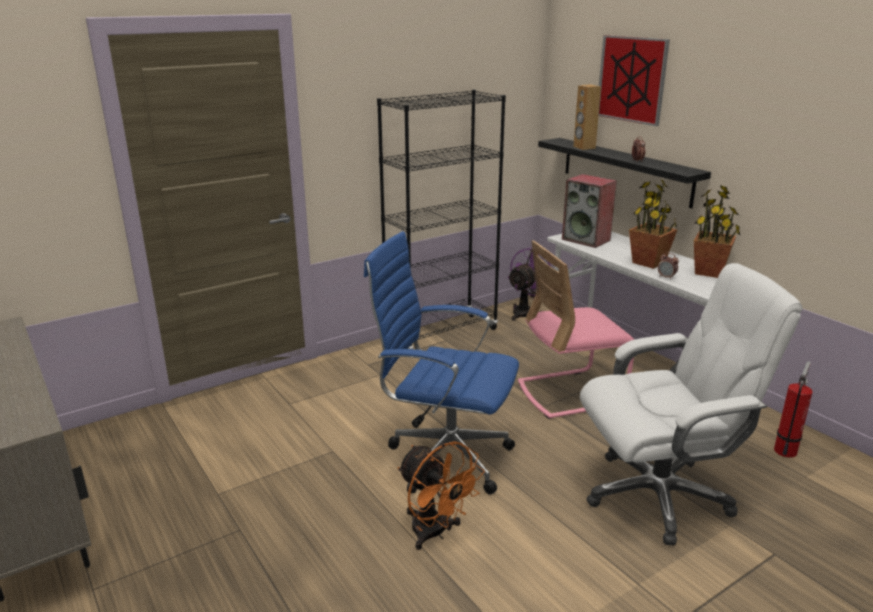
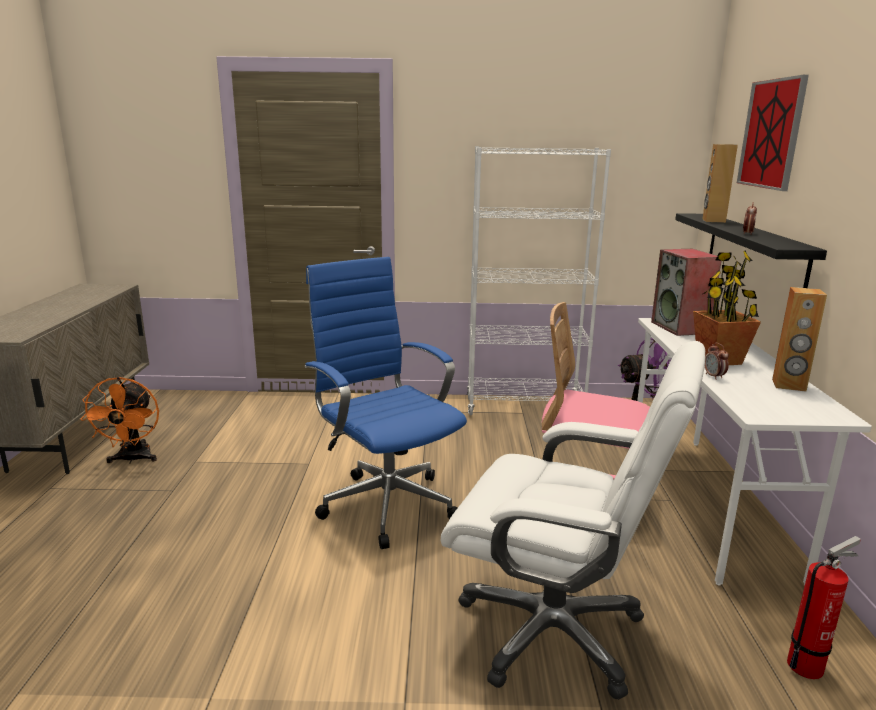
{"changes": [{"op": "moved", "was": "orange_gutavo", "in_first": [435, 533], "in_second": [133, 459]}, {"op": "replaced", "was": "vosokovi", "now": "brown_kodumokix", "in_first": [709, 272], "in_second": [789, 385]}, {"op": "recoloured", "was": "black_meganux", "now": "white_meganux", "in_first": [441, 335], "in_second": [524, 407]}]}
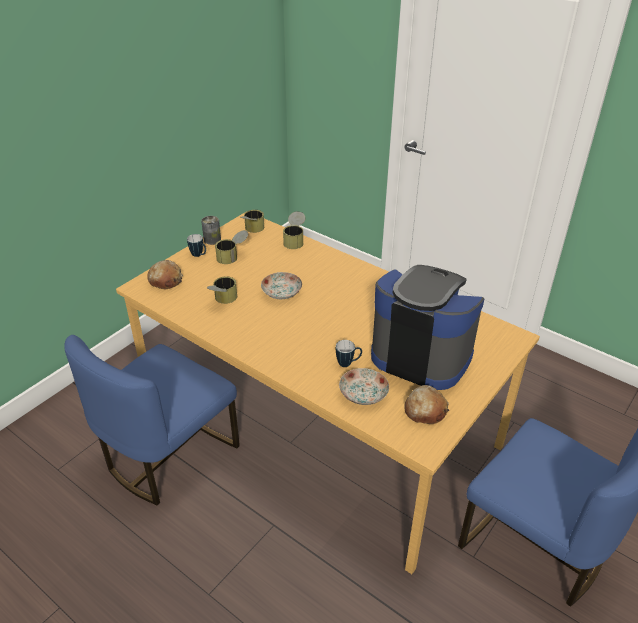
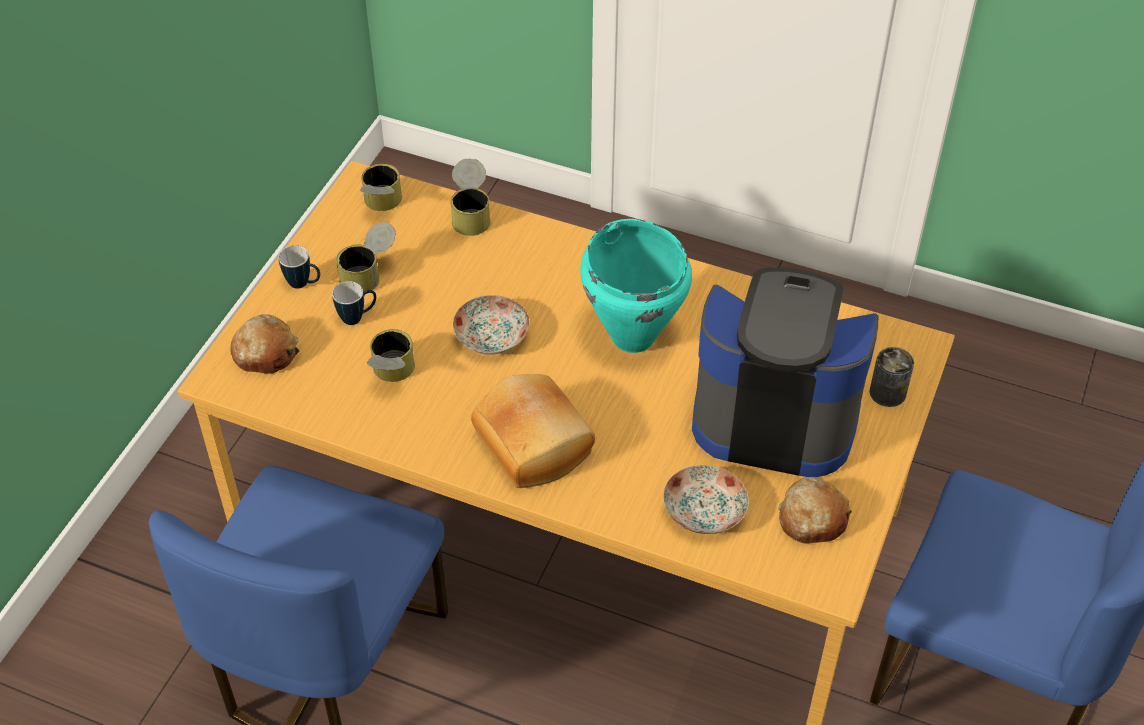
{"changes": [{"op": "added", "now": "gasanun", "in_second": [535, 443]}, {"op": "added", "now": "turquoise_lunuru", "in_second": [633, 336]}, {"op": "moved", "was": "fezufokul", "in_first": [212, 240], "in_second": [887, 392]}, {"op": "moved", "was": "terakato", "in_first": [348, 363], "in_second": [357, 317]}]}
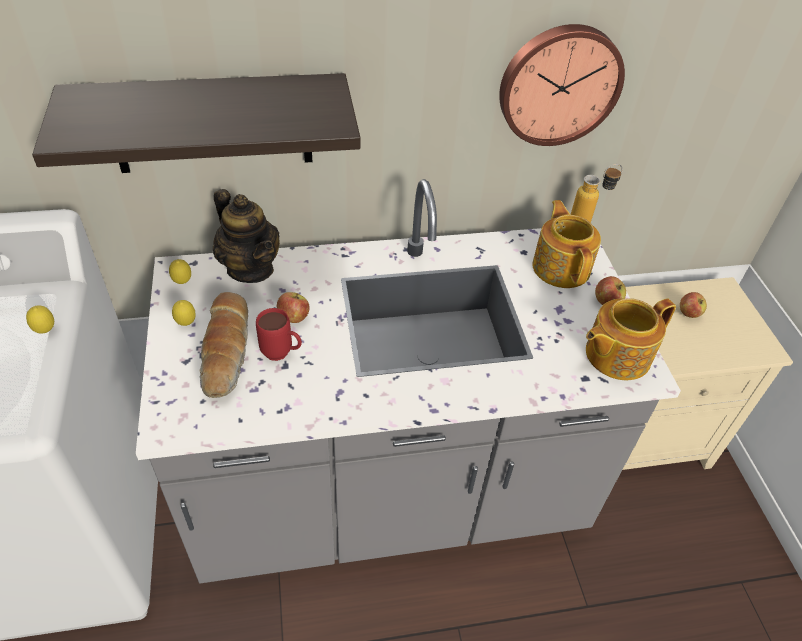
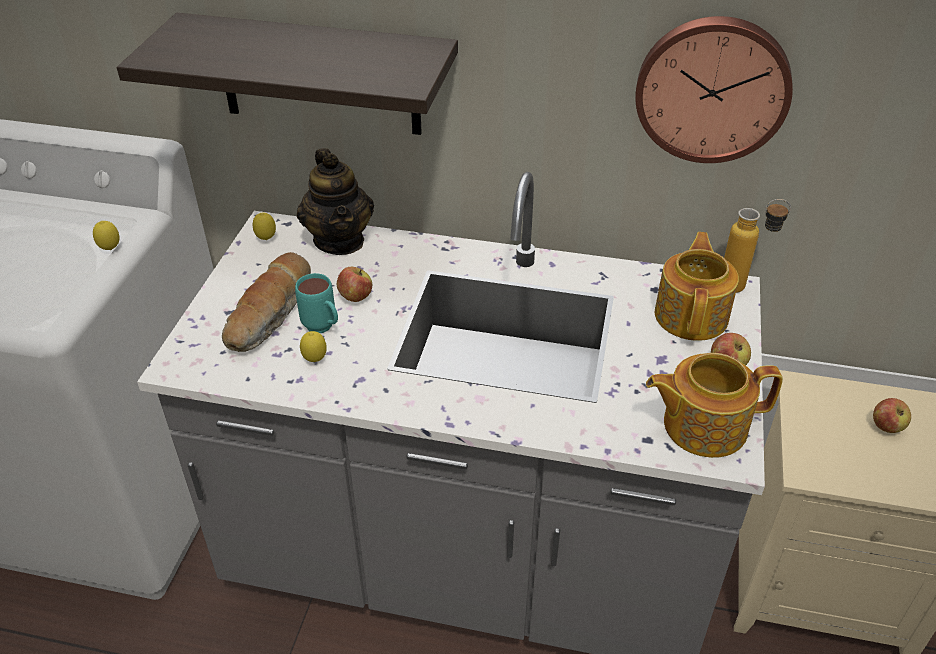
{"changes": [{"op": "moved", "was": "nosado", "in_first": [186, 324], "in_second": [315, 360]}, {"op": "recoloured", "was": "red_terakato", "now": "turquoise_terakato", "in_first": [282, 354], "in_second": [323, 329]}]}
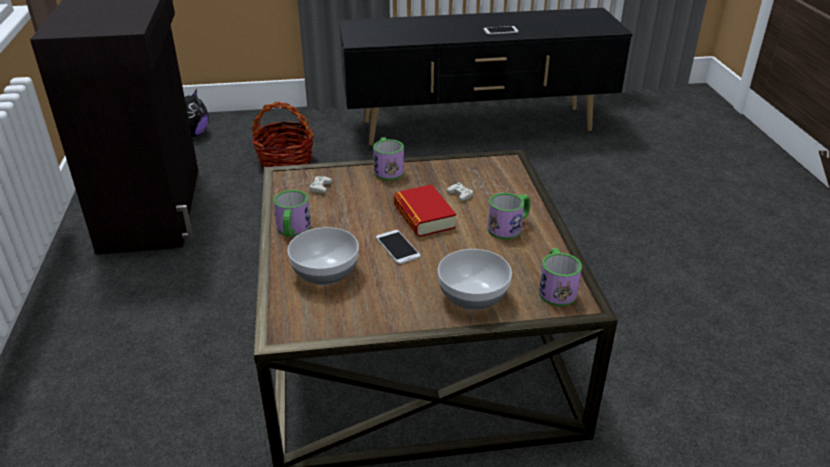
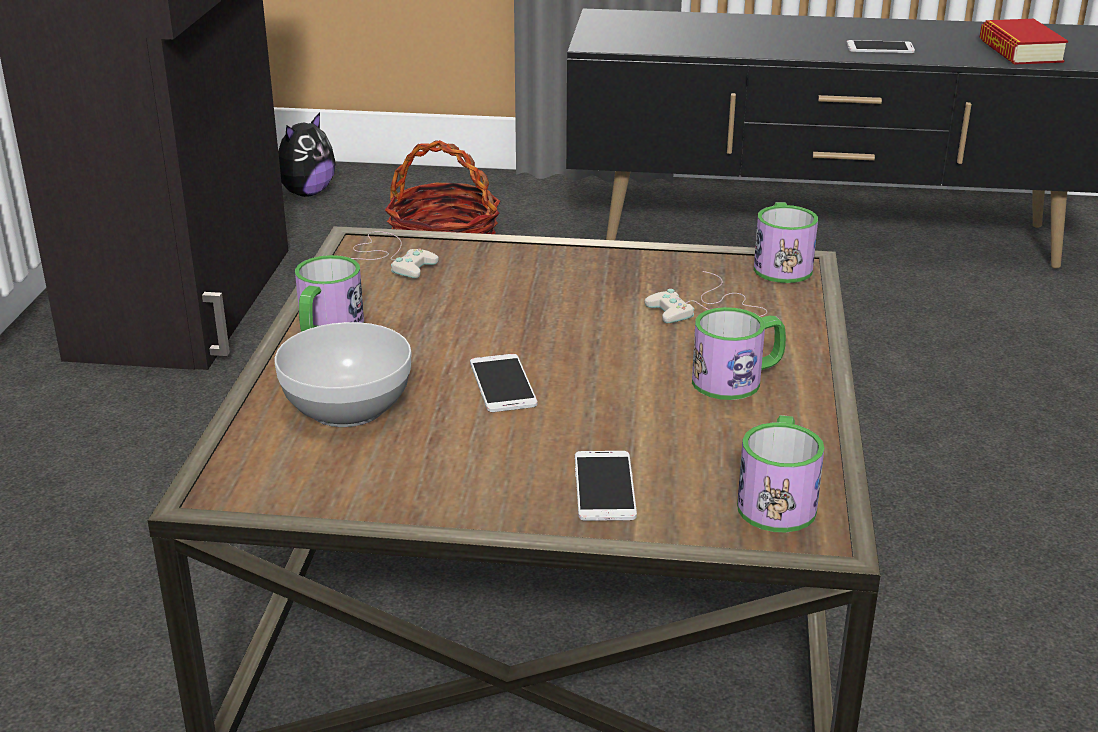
{"changes": [{"op": "moved", "was": "terakato", "in_first": [387, 169], "in_second": [781, 264]}, {"op": "moved", "was": "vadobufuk", "in_first": [424, 217], "in_second": [1020, 51]}, {"op": "replaced", "was": "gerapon", "now": "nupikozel", "in_first": [473, 296], "in_second": [604, 486]}]}
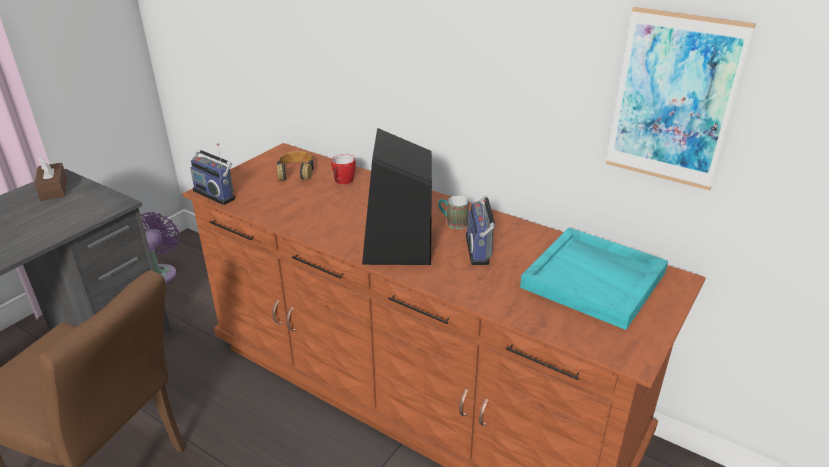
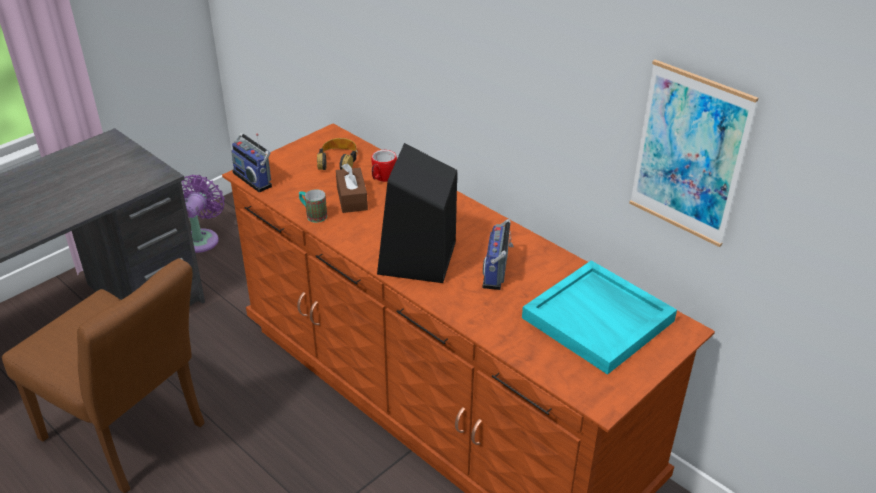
{"changes": [{"op": "moved", "was": "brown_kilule", "in_first": [54, 189], "in_second": [352, 198]}, {"op": "moved", "was": "terakato", "in_first": [452, 223], "in_second": [313, 215]}]}
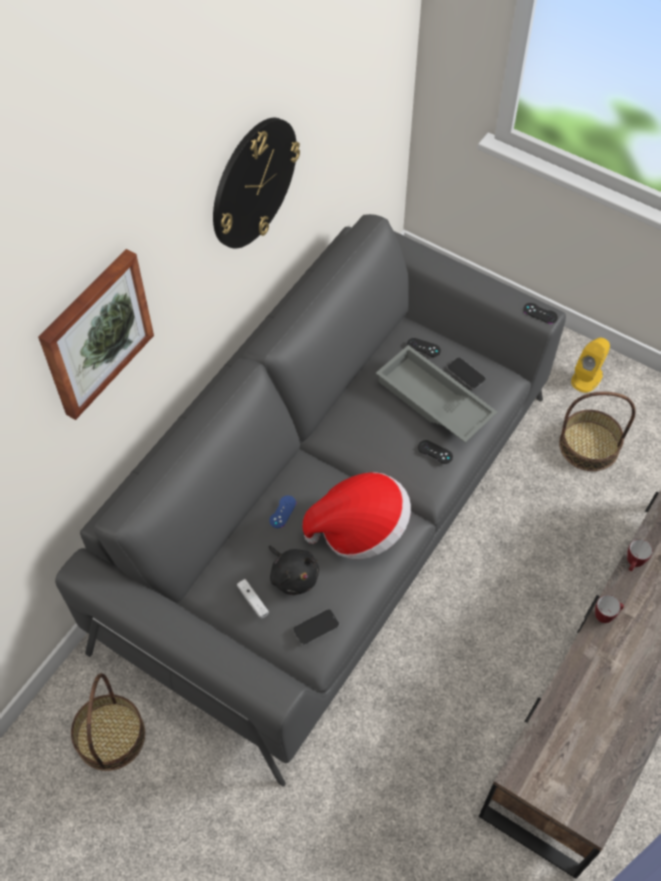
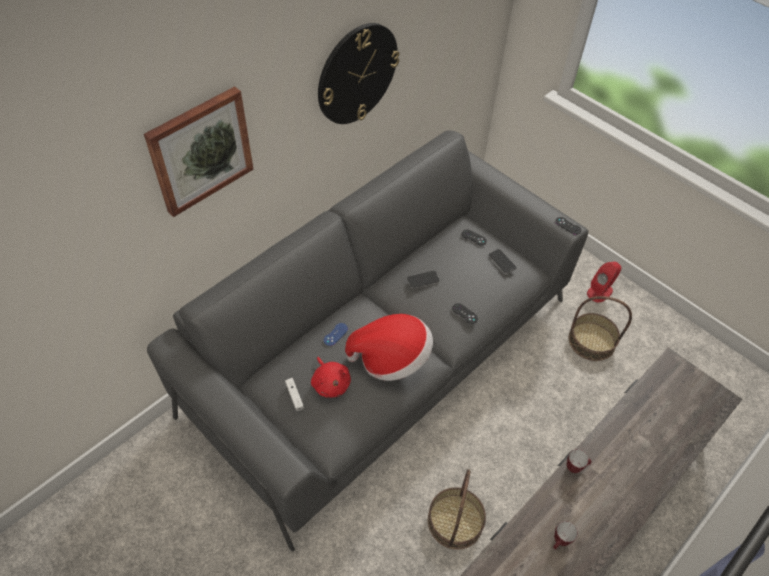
{"changes": [{"op": "removed", "was": "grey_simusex", "in_first": [432, 401]}, {"op": "moved", "was": "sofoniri", "in_first": [110, 736], "in_second": [455, 521]}, {"op": "moved", "was": "nupikozel", "in_first": [316, 627], "in_second": [423, 280]}, {"op": "moved", "was": "terakato", "in_first": [633, 564], "in_second": [559, 542]}, {"op": "recoloured", "was": "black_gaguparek", "now": "red_gaguparek", "in_first": [293, 575], "in_second": [330, 383]}, {"op": "recoloured", "was": "yellow_kodumokix", "now": "red_kodumokix", "in_first": [587, 377], "in_second": [600, 291]}]}
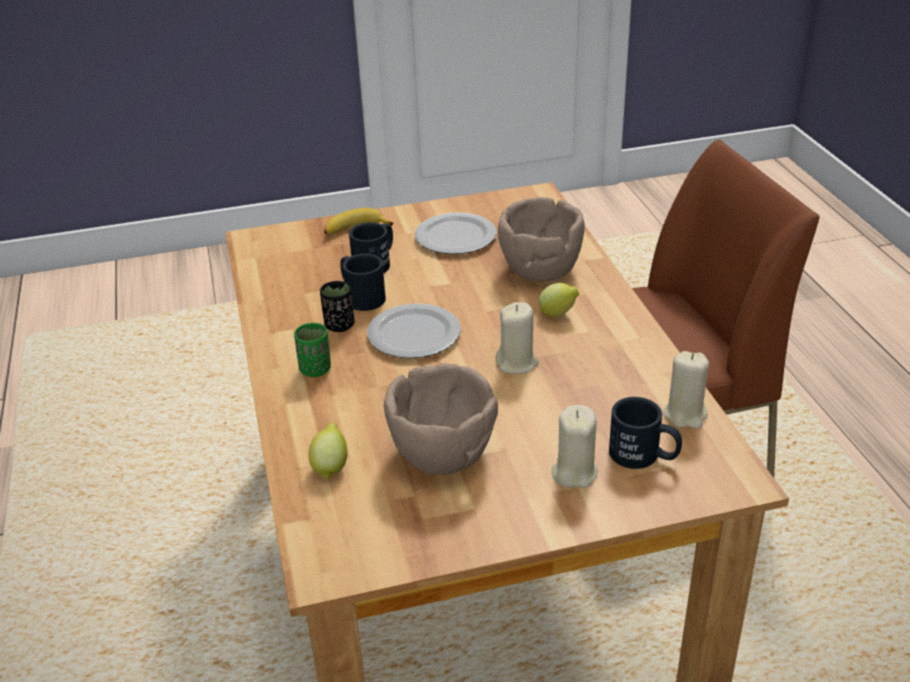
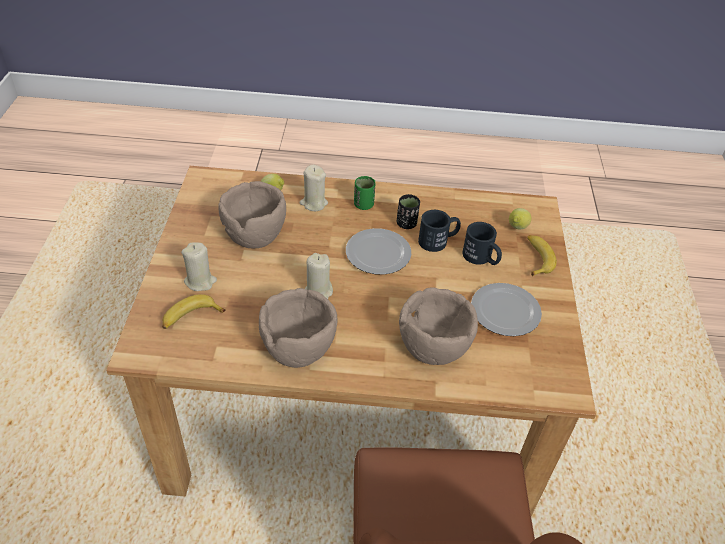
{"changes": [{"op": "added", "now": "brown_gerapon", "in_second": [299, 347]}, {"op": "moved", "was": "nosado", "in_first": [558, 314], "in_second": [516, 228]}, {"op": "moved", "was": "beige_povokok", "in_first": [685, 414], "in_second": [313, 203]}, {"op": "replaced", "was": "black_terakato", "now": "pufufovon", "in_first": [644, 456], "in_second": [190, 317]}]}
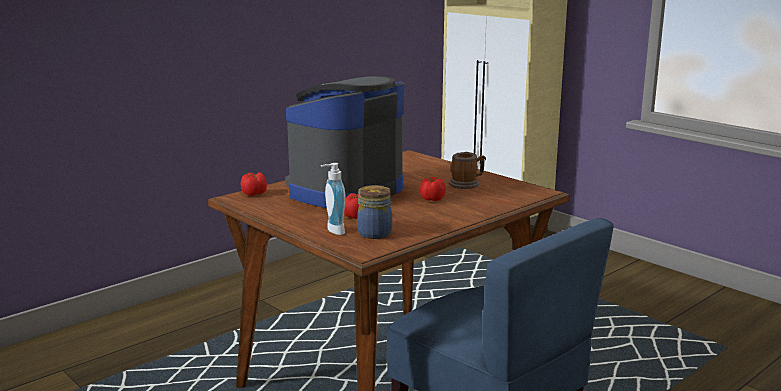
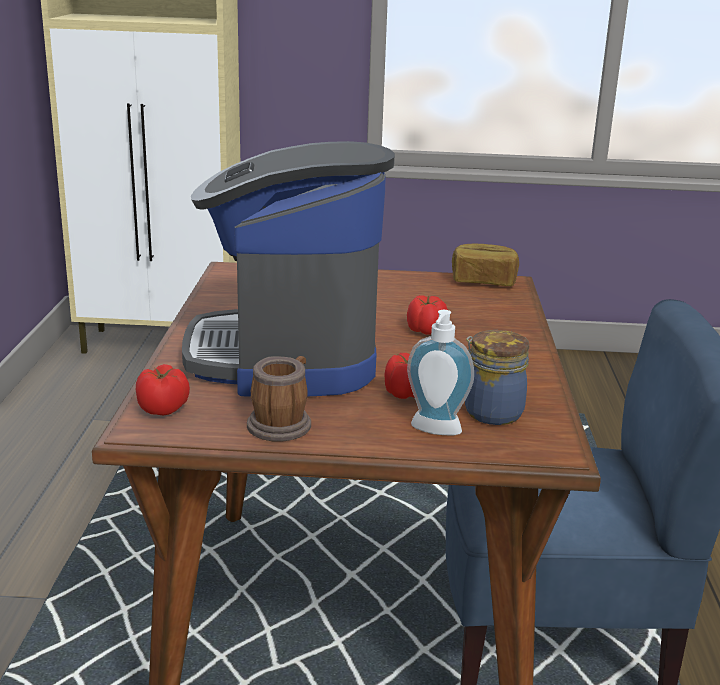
{"changes": [{"op": "added", "now": "gasanun", "in_second": [483, 281]}, {"op": "moved", "was": "terakato", "in_first": [467, 184], "in_second": [283, 423]}]}
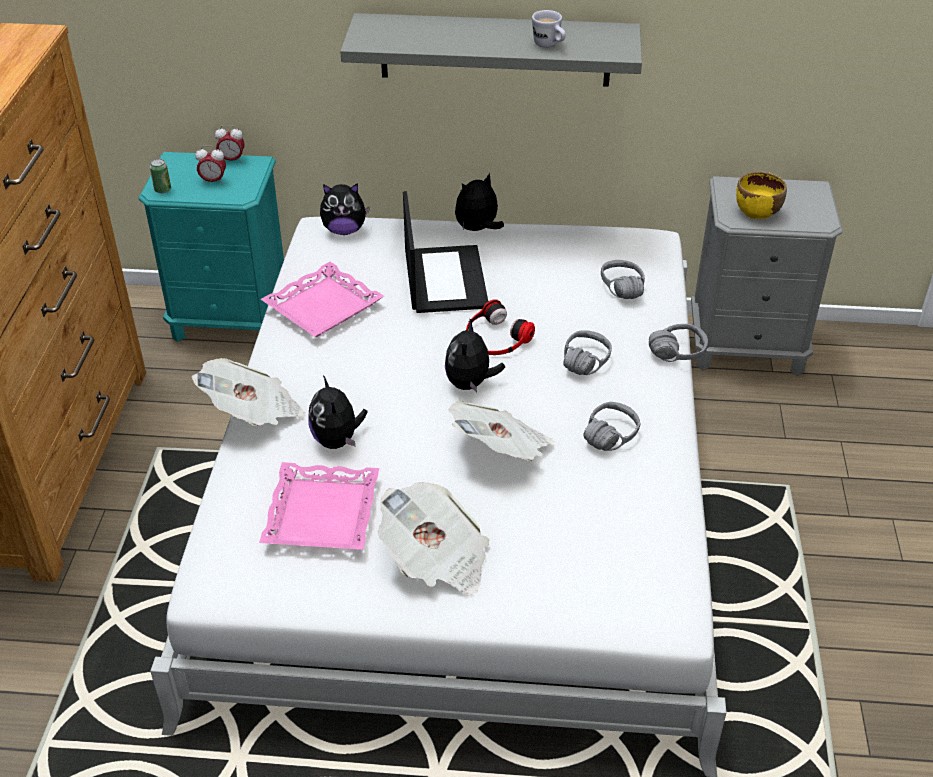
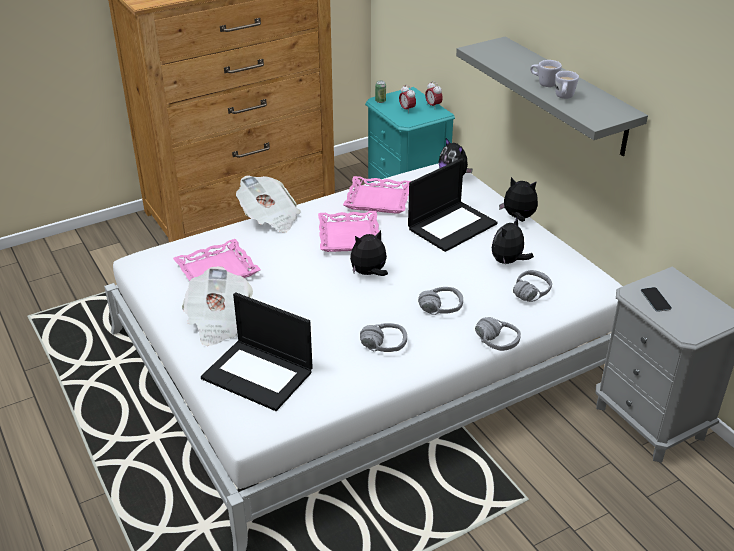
{"changes": [{"op": "removed", "was": "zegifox", "in_first": [502, 450]}, {"op": "removed", "was": "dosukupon", "in_first": [495, 337]}, {"op": "added", "now": "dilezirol", "in_second": [259, 374]}, {"op": "added", "now": "pink_simusex", "in_second": [348, 236]}, {"op": "added", "now": "white_terakato", "in_second": [543, 83]}, {"op": "moved", "was": "gaguparek", "in_first": [337, 440], "in_second": [508, 262]}, {"op": "replaced", "was": "yellow_gerapon", "now": "nupikozel", "in_first": [757, 212], "in_second": [655, 299]}]}
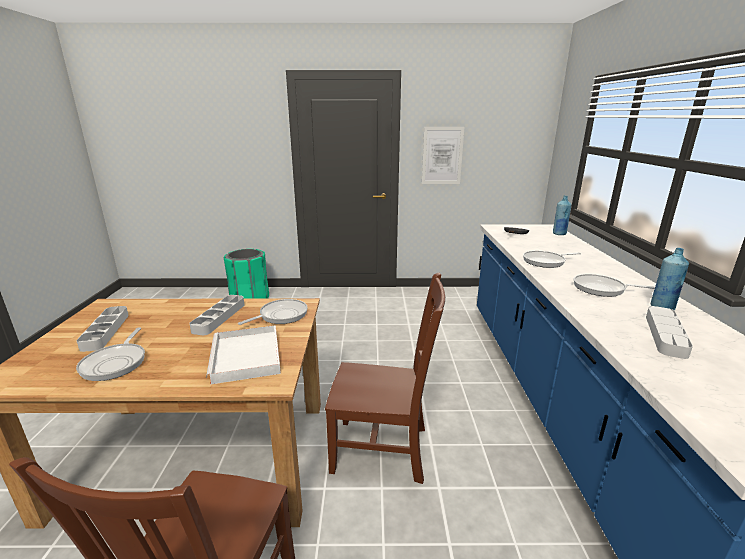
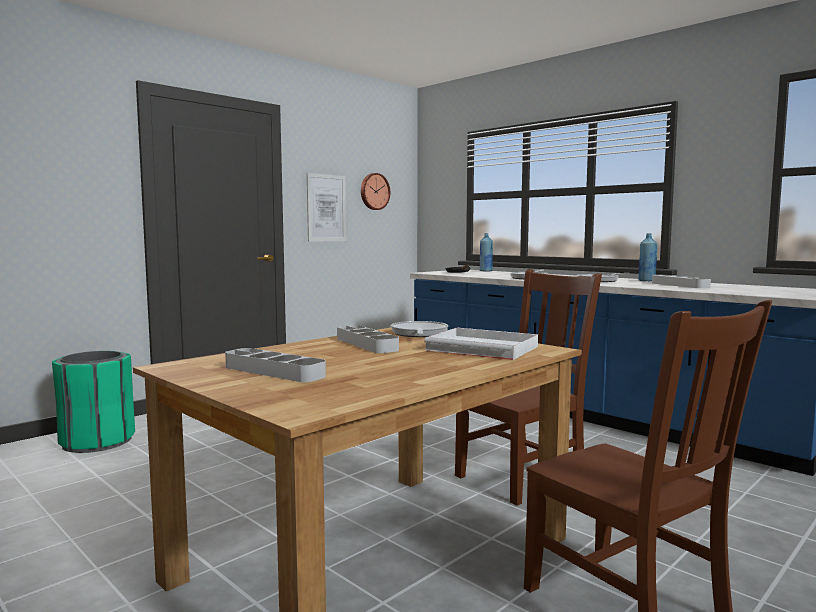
{"changes": [{"op": "removed", "was": "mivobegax", "in_first": [116, 363]}, {"op": "added", "now": "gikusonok", "in_second": [374, 191]}]}
